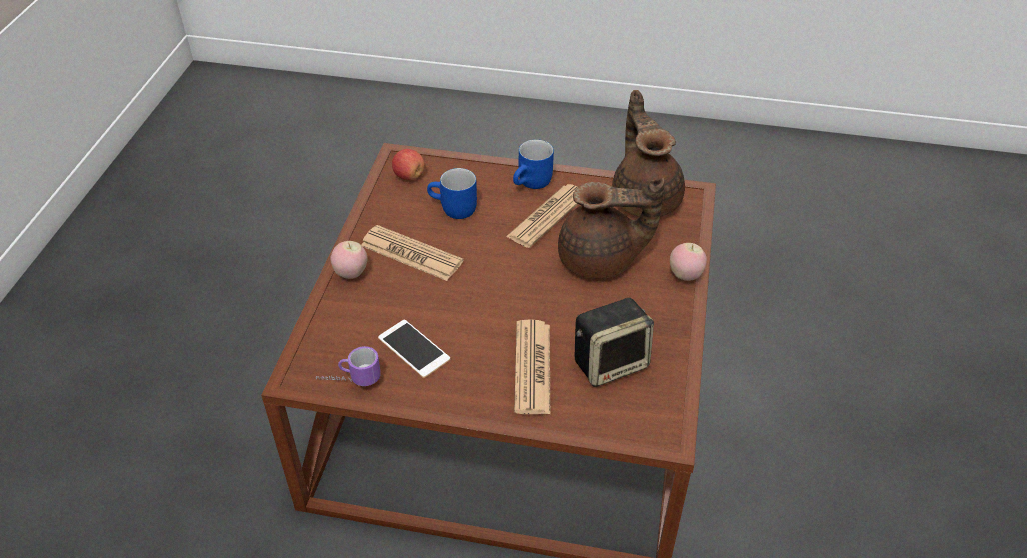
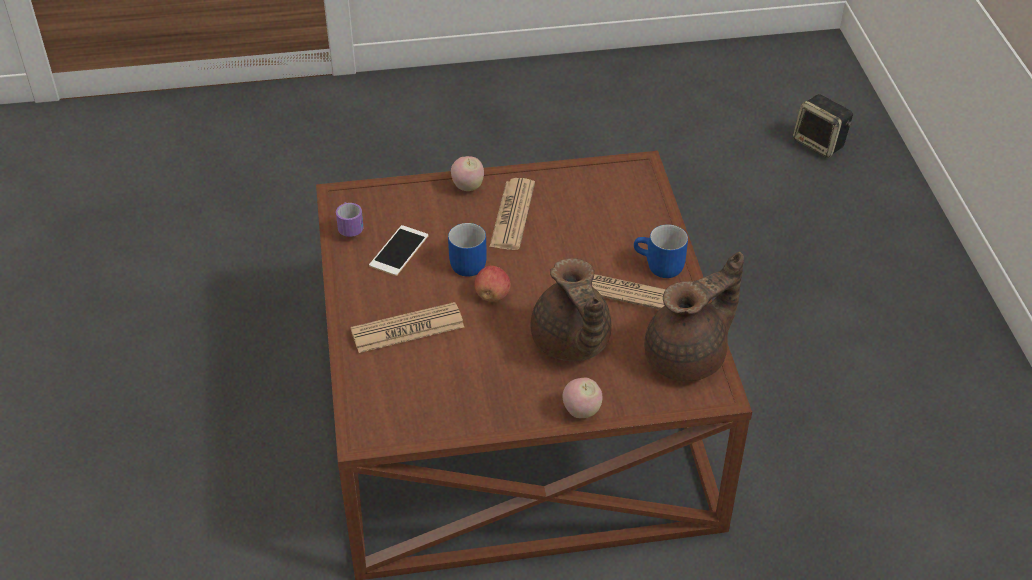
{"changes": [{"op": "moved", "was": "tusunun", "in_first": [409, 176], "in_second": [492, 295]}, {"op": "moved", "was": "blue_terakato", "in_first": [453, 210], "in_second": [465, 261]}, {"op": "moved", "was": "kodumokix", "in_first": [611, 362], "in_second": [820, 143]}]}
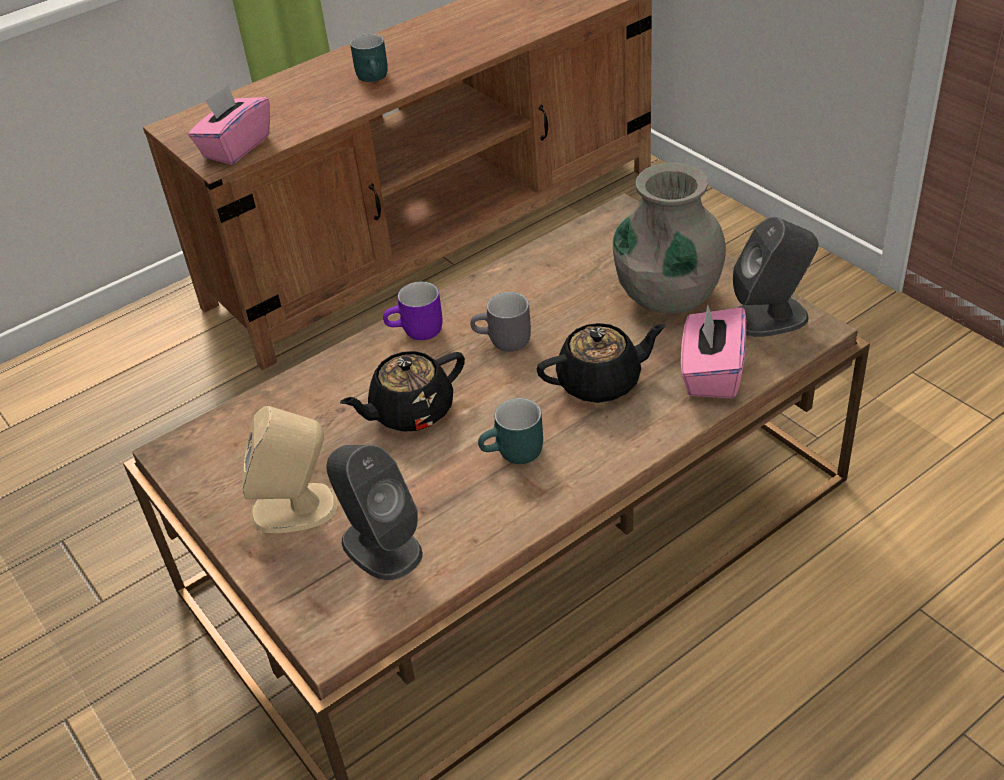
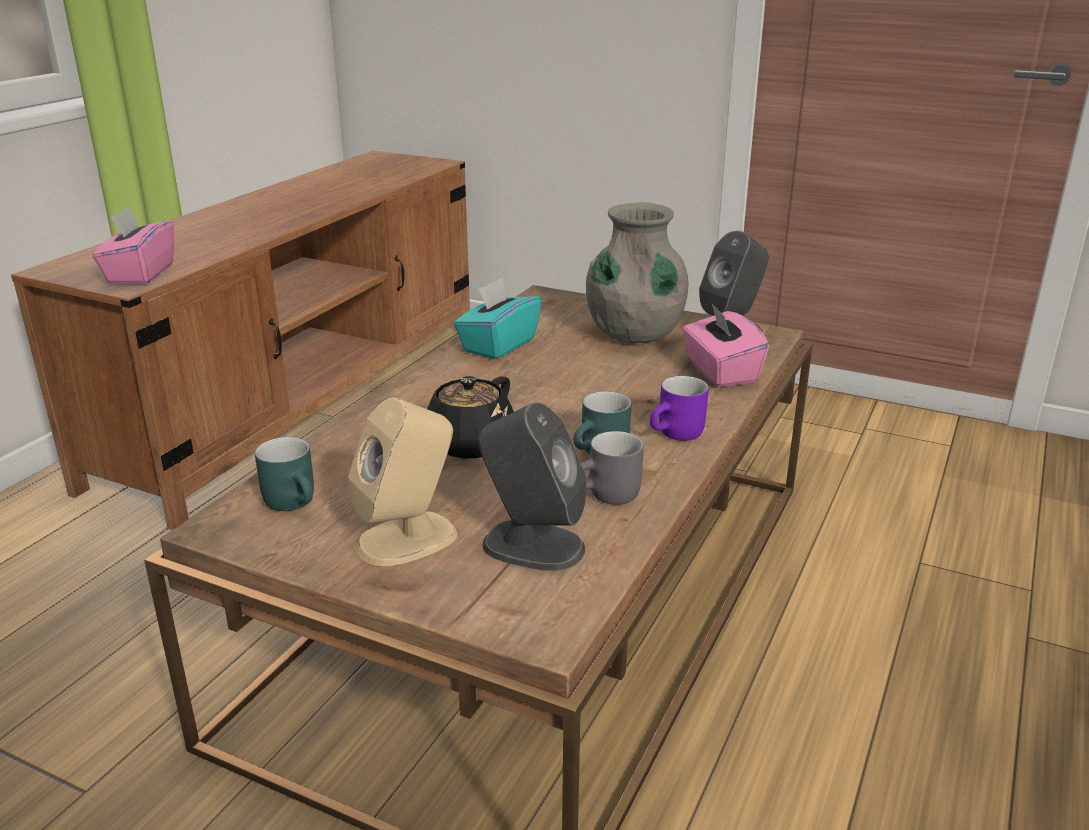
{"changes": [{"op": "removed", "was": "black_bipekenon", "in_first": [601, 382]}, {"op": "added", "now": "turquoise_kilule", "in_second": [498, 345]}, {"op": "moved", "was": "turquoise_terakato", "in_first": [375, 77], "in_second": [296, 502]}, {"op": "moved", "was": "purple_terakato", "in_first": [417, 332], "in_second": [678, 435]}, {"op": "moved", "was": "grey_terakato", "in_first": [503, 342], "in_second": [608, 497]}]}
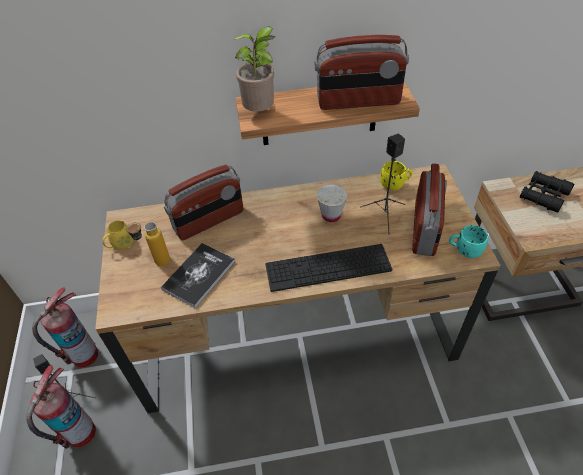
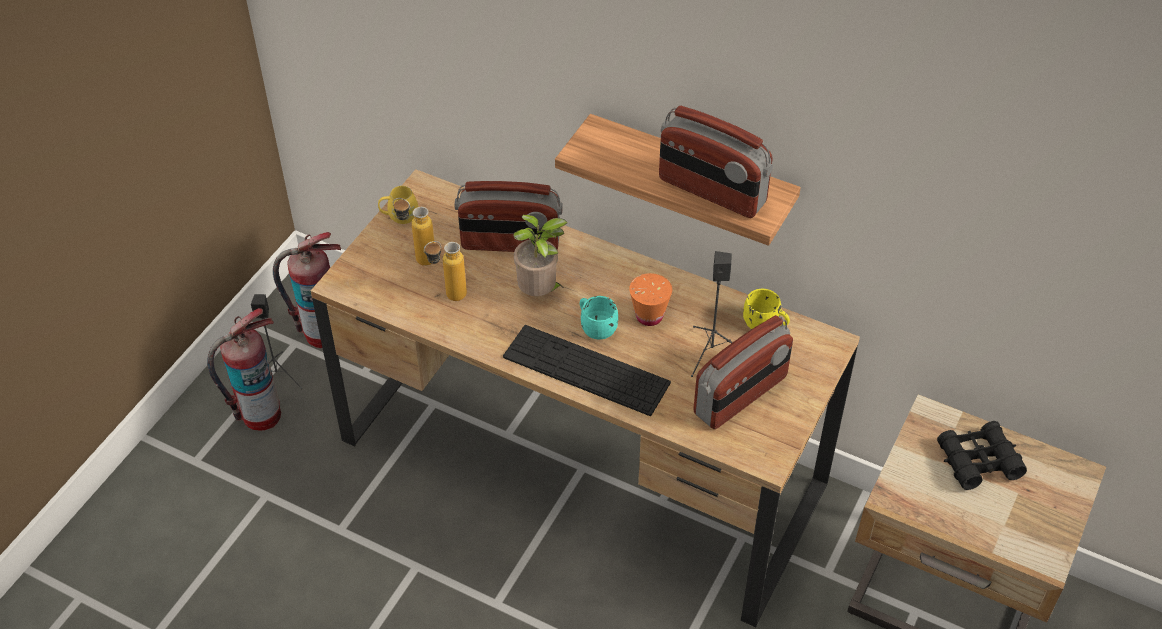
{"changes": [{"op": "moved", "was": "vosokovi", "in_first": [261, 113], "in_second": [540, 293]}, {"op": "moved", "was": "turquoise_terakato", "in_first": [464, 250], "in_second": [595, 327]}, {"op": "replaced", "was": "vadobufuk", "now": "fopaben", "in_first": [199, 275], "in_second": [448, 297]}, {"op": "recoloured", "was": "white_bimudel", "now": "orange_bimudel", "in_first": [331, 215], "in_second": [649, 316]}]}
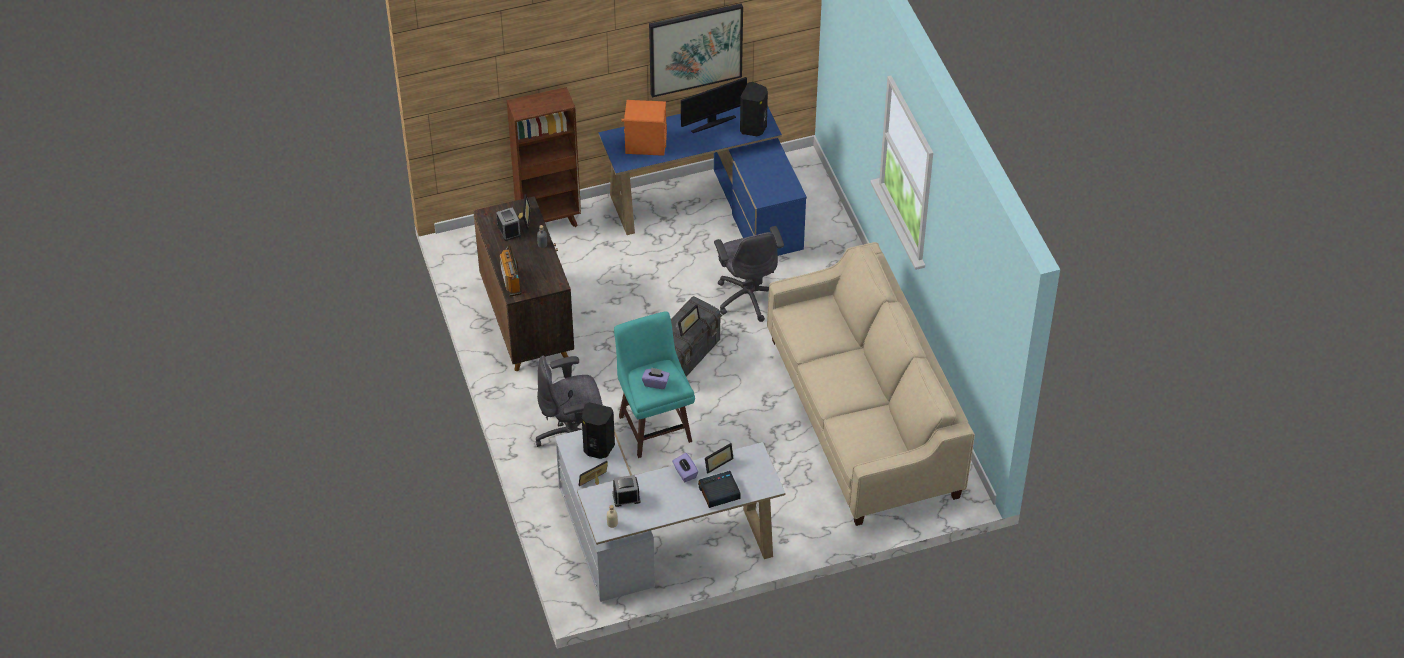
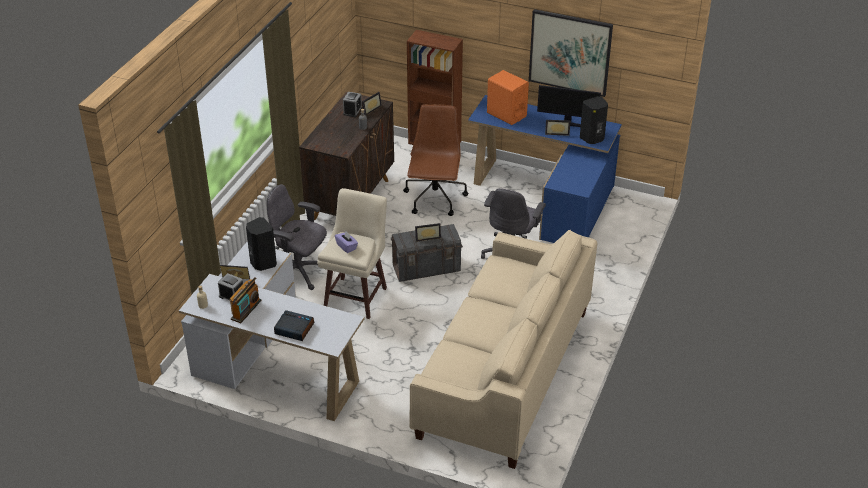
{"changes": [{"op": "removed", "was": "purple_kilule", "in_first": [685, 473]}, {"op": "added", "now": "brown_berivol", "in_second": [435, 199]}, {"op": "moved", "was": "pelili", "in_first": [512, 281], "in_second": [246, 310]}, {"op": "moved", "was": "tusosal", "in_first": [717, 462], "in_second": [557, 132]}, {"op": "recoloured", "was": "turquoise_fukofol", "now": "beige_fukofol", "in_first": [655, 426], "in_second": [356, 297]}]}
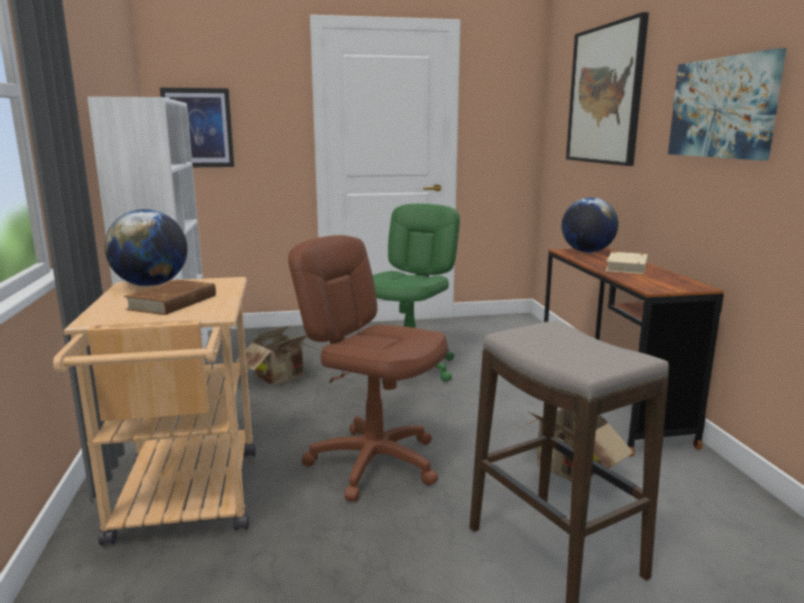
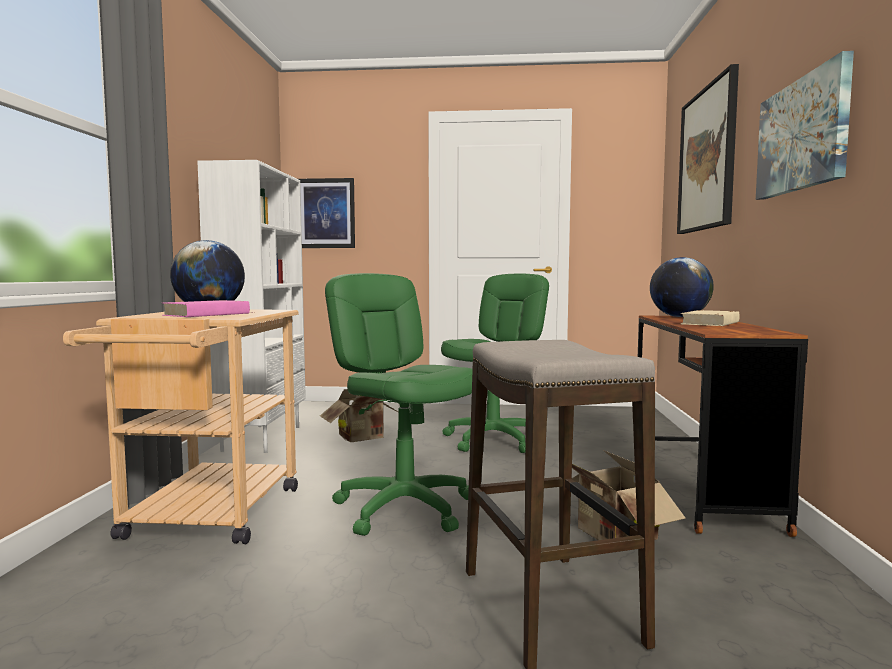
{"changes": [{"op": "recoloured", "was": "brown_vadobufuk", "now": "pink_vadobufuk", "in_first": [173, 302], "in_second": [207, 314]}, {"op": "recoloured", "was": "brown_berivol", "now": "green_berivol", "in_first": [374, 462], "in_second": [405, 508]}]}
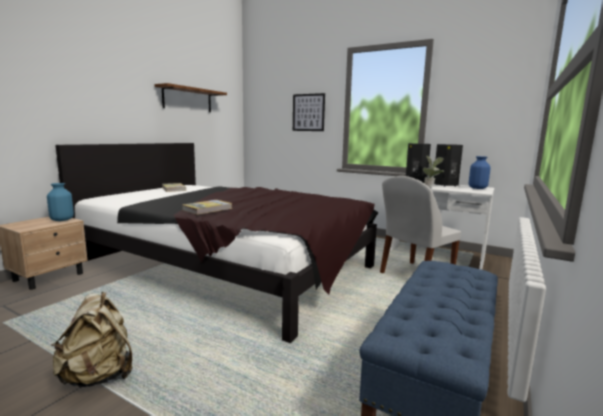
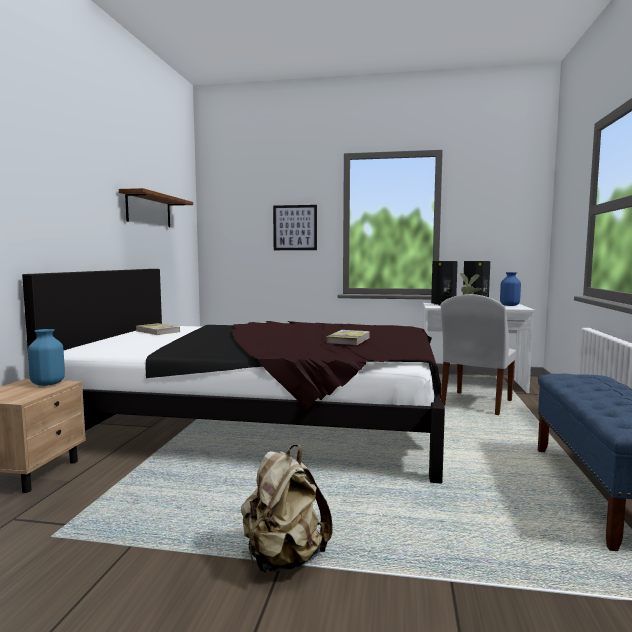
{"changes": [{"op": "moved", "was": "vadobufuk", "in_first": [207, 209], "in_second": [349, 340]}]}
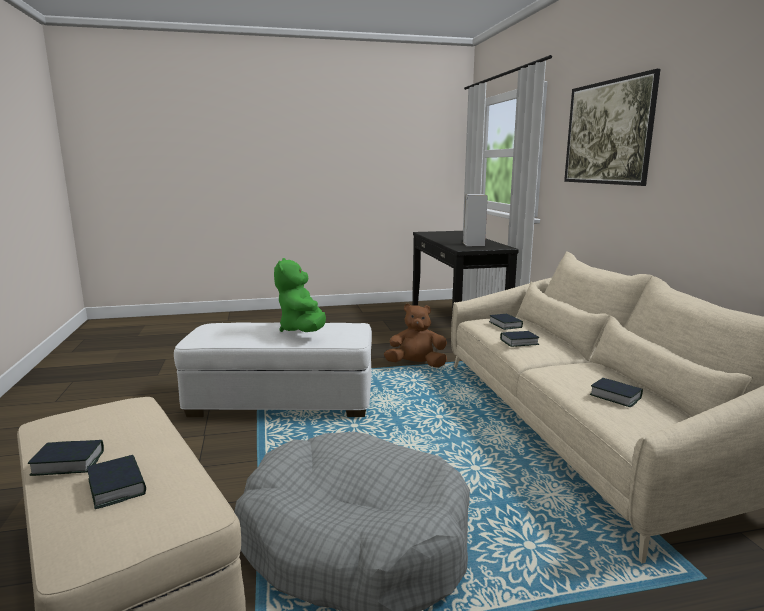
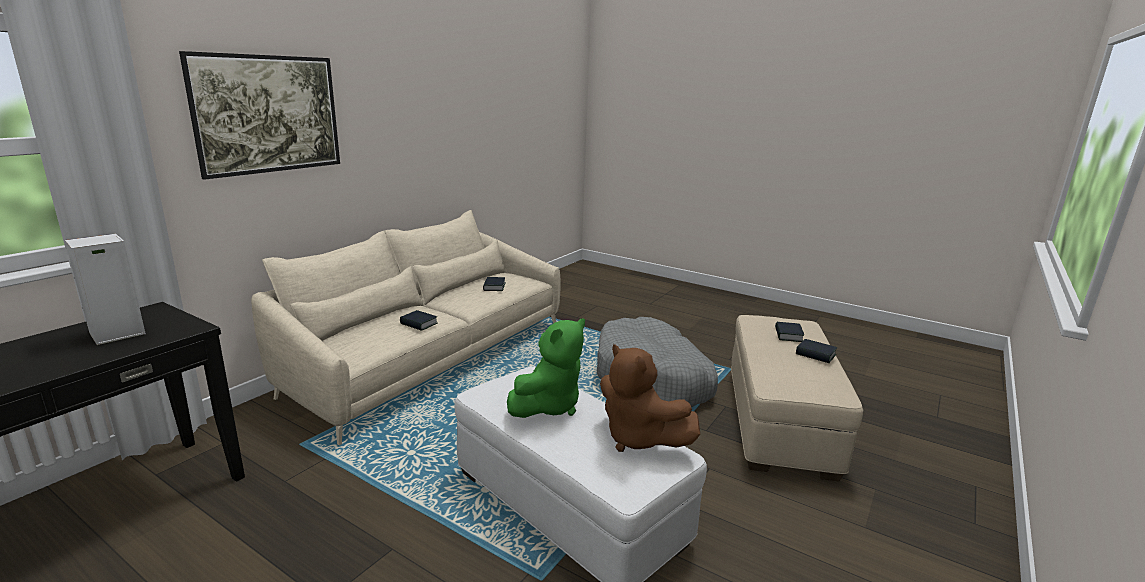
{"changes": [{"op": "removed", "was": "vadobufuk", "in_first": [505, 325]}, {"op": "moved", "was": "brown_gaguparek", "in_first": [416, 365], "in_second": [638, 438]}]}
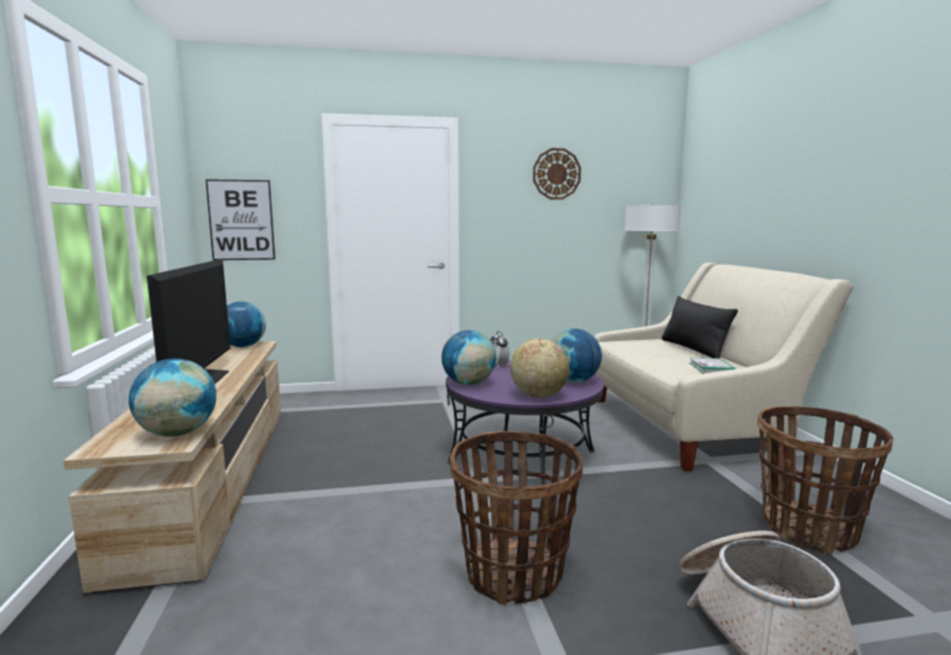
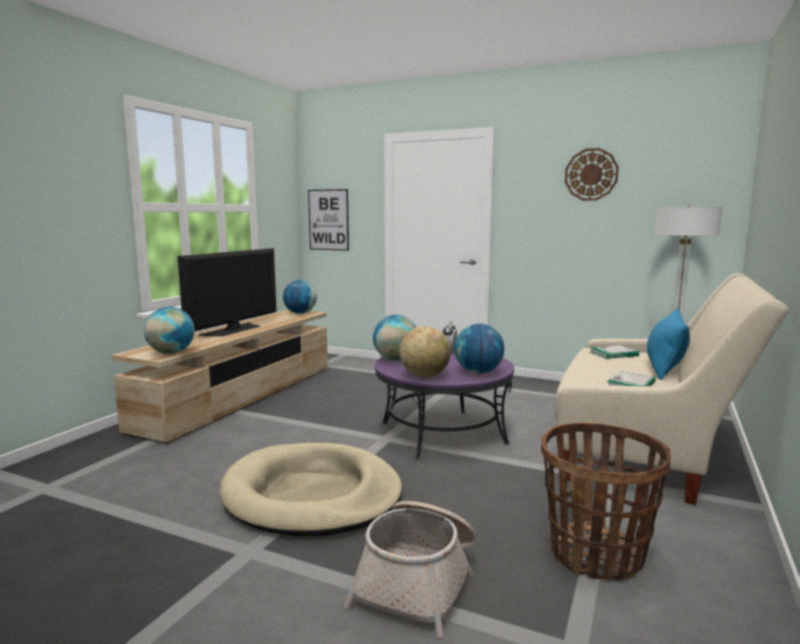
{"changes": [{"op": "added", "now": "vadobufuk", "in_second": [613, 354]}, {"op": "replaced", "was": "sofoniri", "now": "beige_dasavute", "in_first": [514, 574], "in_second": [312, 495]}, {"op": "recoloured", "was": "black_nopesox", "now": "blue_nopesox", "in_first": [693, 349], "in_second": [665, 367]}]}
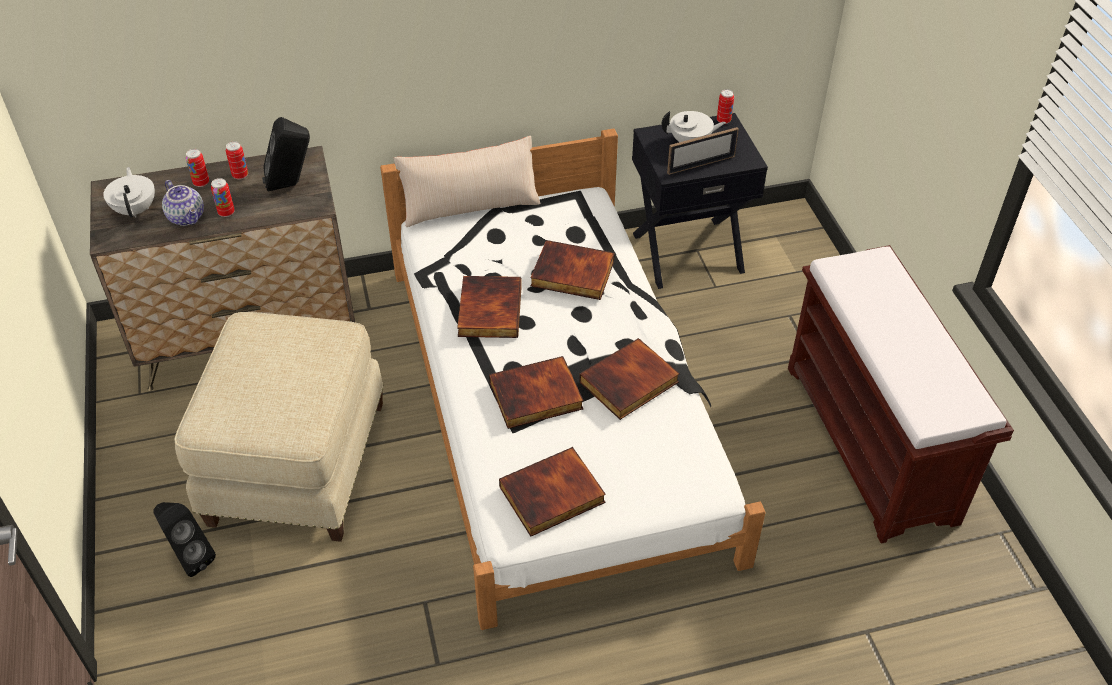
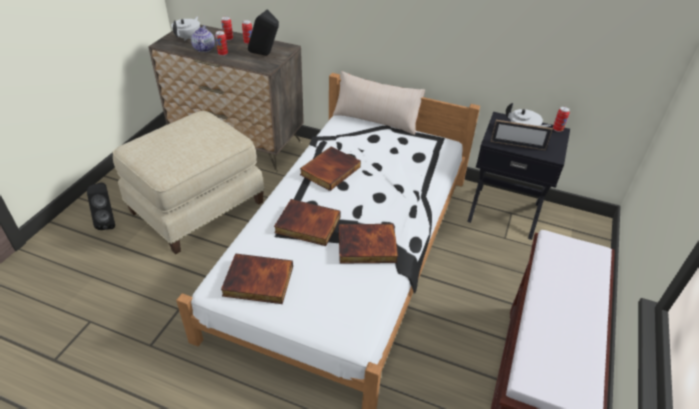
{"changes": [{"op": "removed", "was": "vadobufuk", "in_first": [571, 274]}]}
